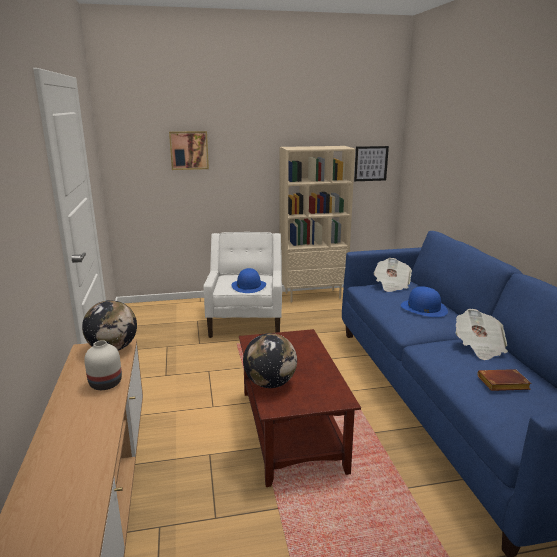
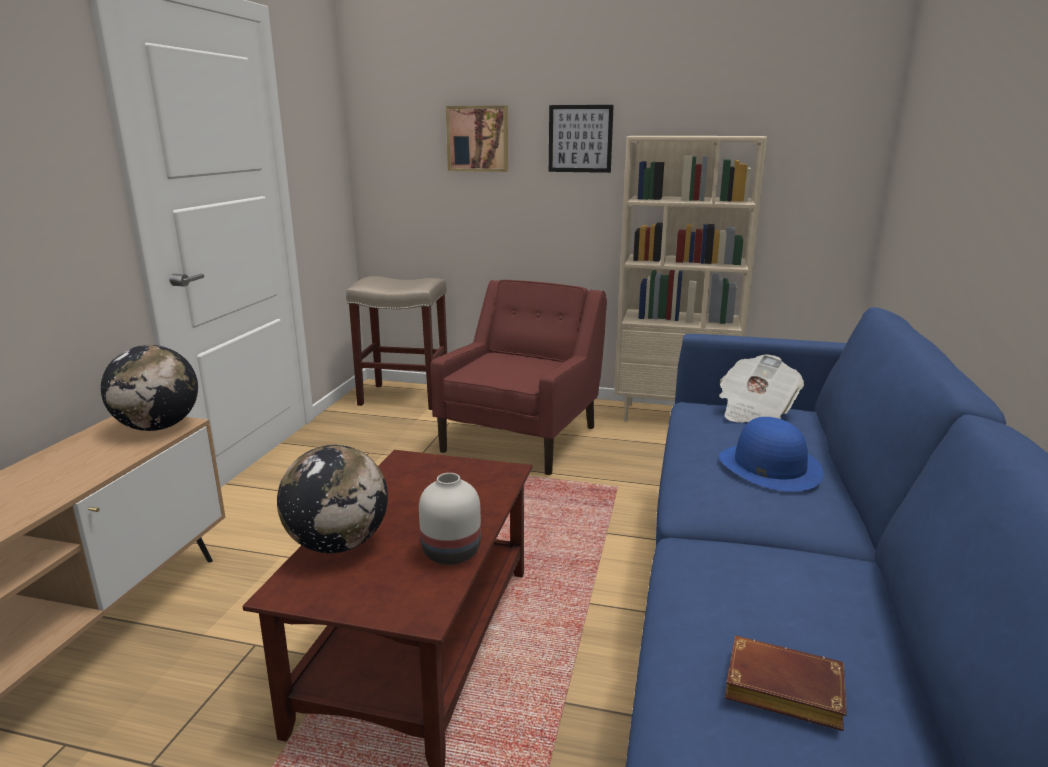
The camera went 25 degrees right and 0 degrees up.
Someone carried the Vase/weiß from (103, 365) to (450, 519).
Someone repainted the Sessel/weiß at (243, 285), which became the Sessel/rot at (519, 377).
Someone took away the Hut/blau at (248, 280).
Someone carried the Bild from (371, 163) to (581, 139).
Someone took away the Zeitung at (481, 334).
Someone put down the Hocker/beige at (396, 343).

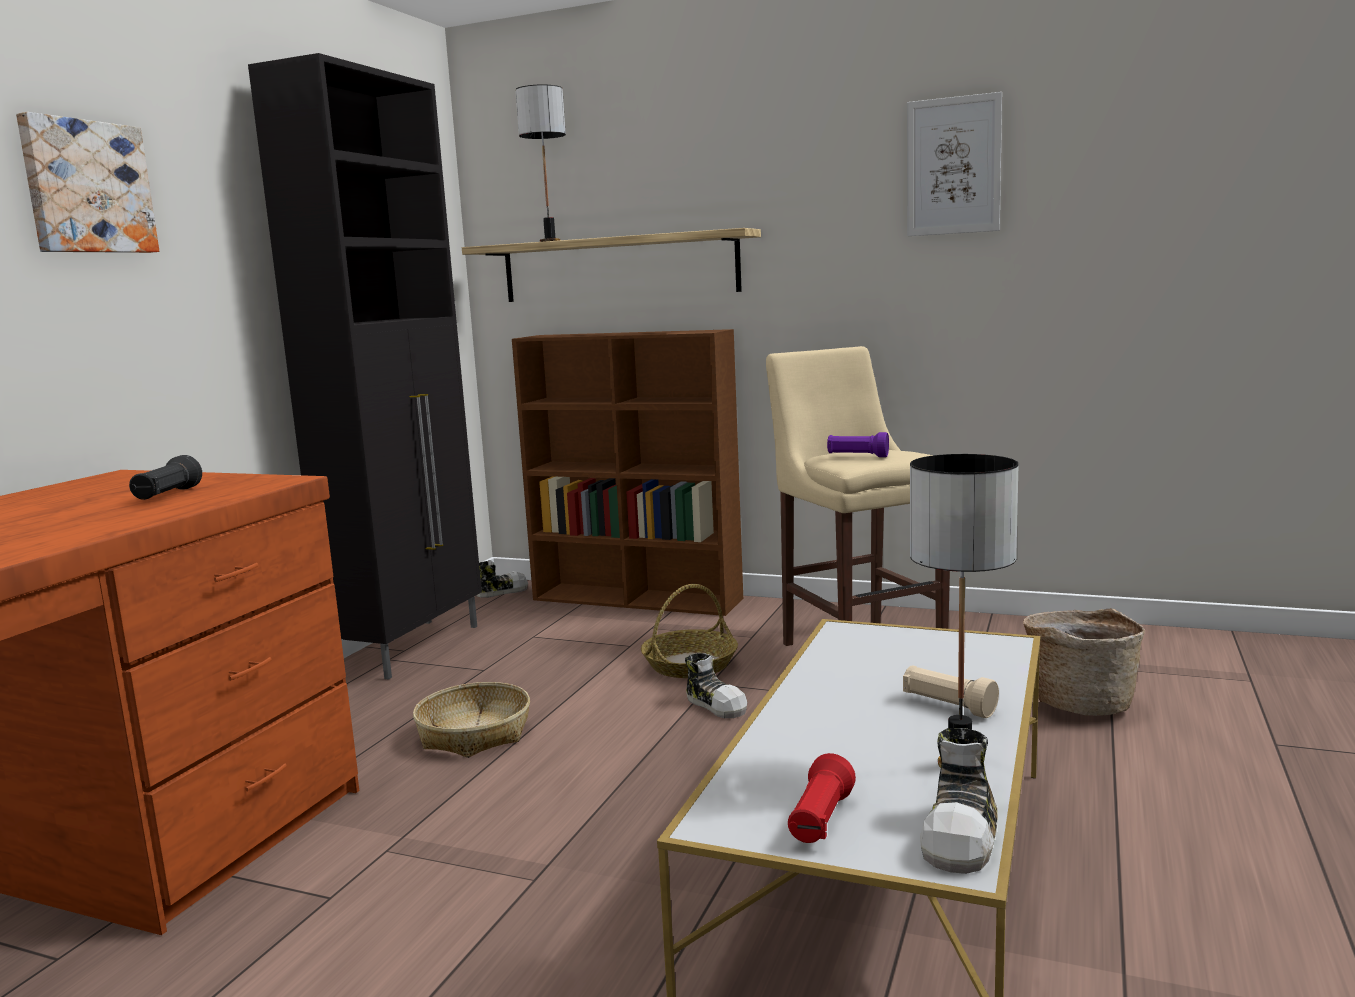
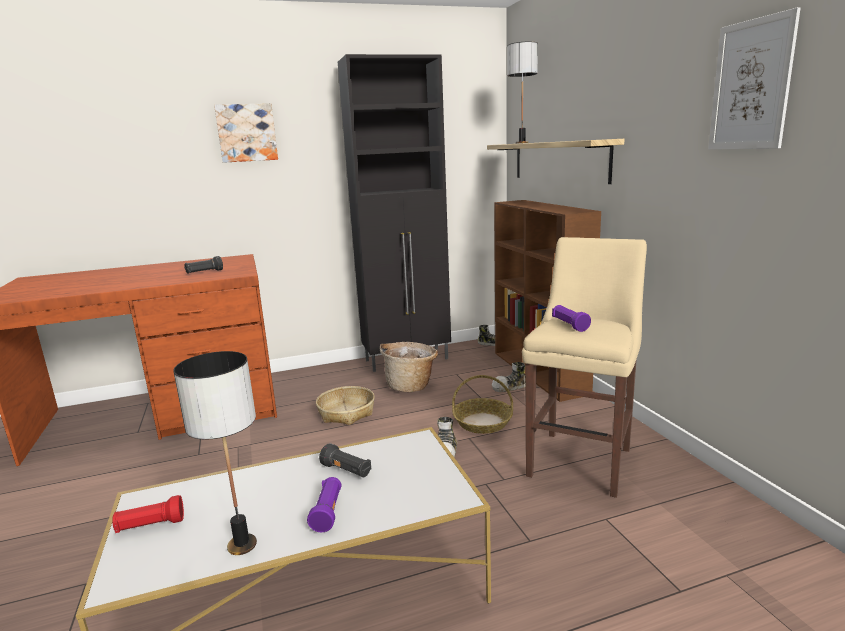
The camera went 50 degrees right and 5 degrees up.
Someone repainted the Taschenlampe/beige at (951, 691), which became the Taschenlampe/lila at (324, 504).
Someone carried the Schuh from (959, 801) to (509, 377).
Someone carried the Korb from (1084, 662) to (409, 367).
Someone put down the Taschenlampe/schwarz at (345, 460).

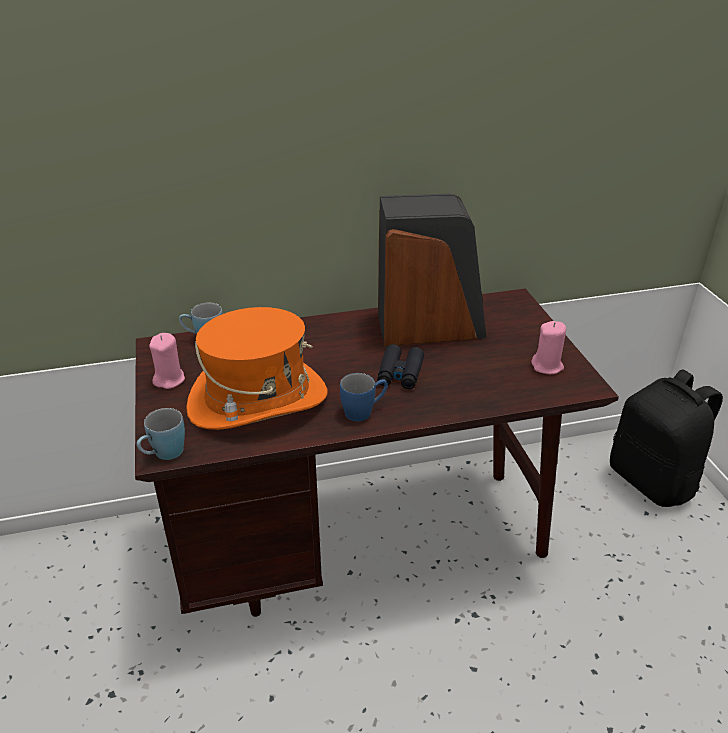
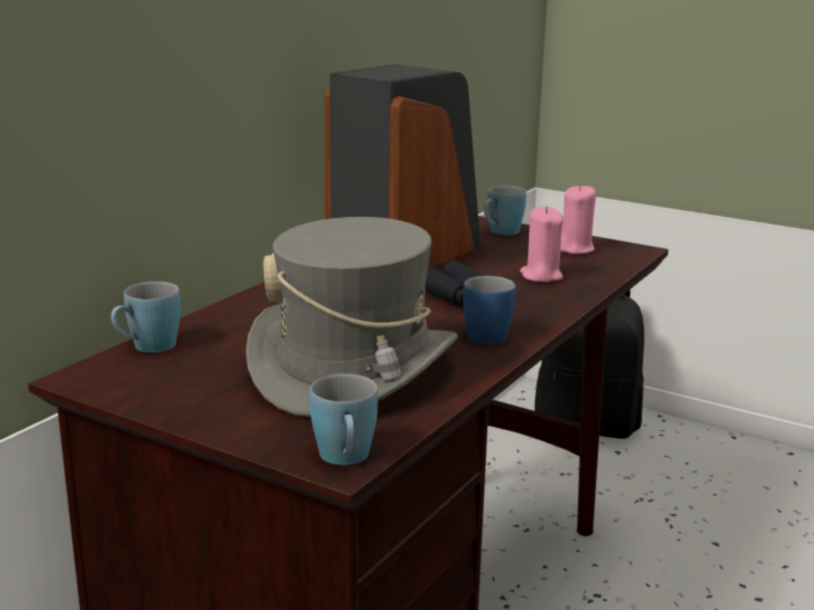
The camera went 45 degrees left and 15 degrees down.
Someone carried the Kerze/rosa from (167, 361) to (541, 244).
Someone repainted the Hut/orange at (256, 368), which became the Hut/grau at (352, 317).
Someone put down the Henkelbecher/blau at (505, 210).

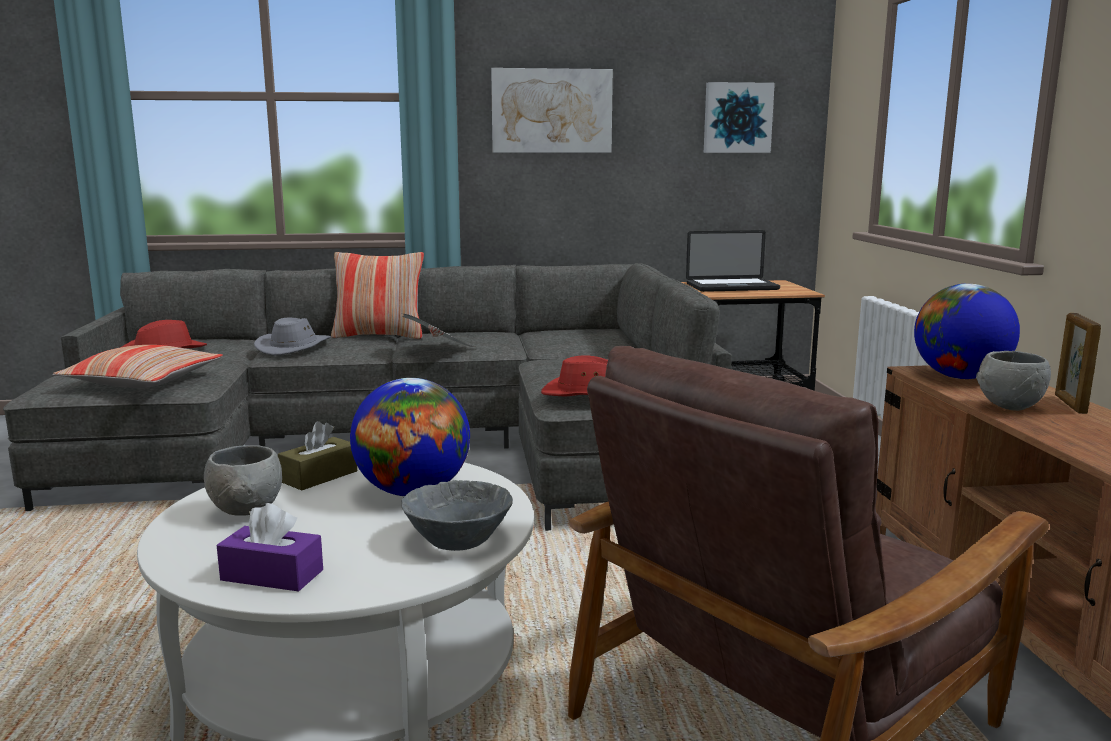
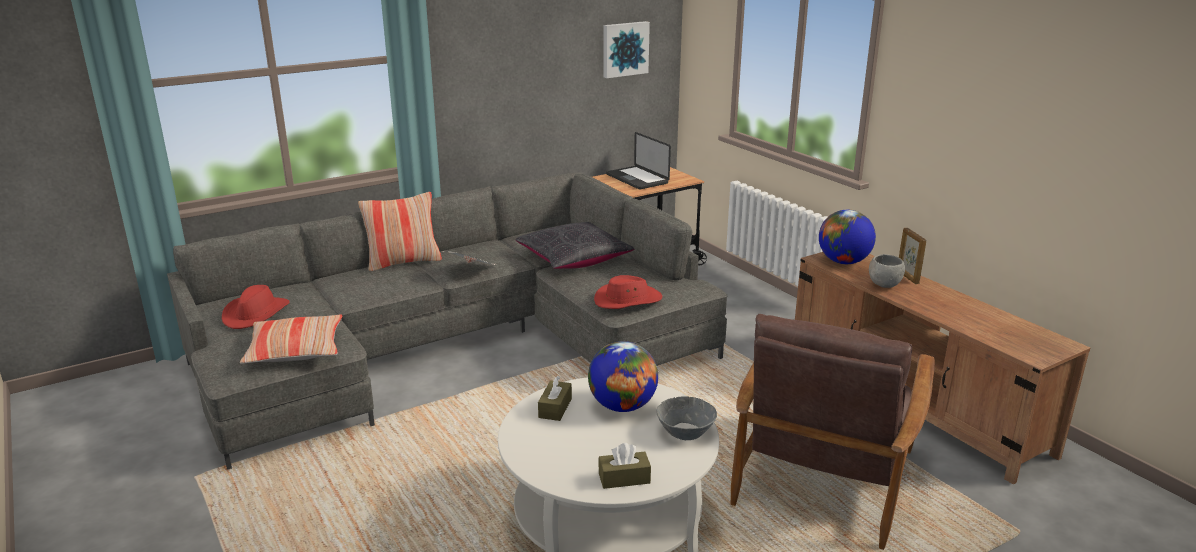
The camera went 25 degrees left and 10 degrees up.
Someone took away the Schüssel/grau at (243, 480).
Someone repainted the Taschentuchbox/lila at (270, 547), which became the Taschentuchbox/braun at (624, 466).
Someone took away the Hut/grau at (292, 336).
Someone took away the Bild at (552, 110).
Someone rotated the Laptop at (733, 261) by 90 degrees clockwise.
Someone put down the Kissen/schwarz at (574, 245).

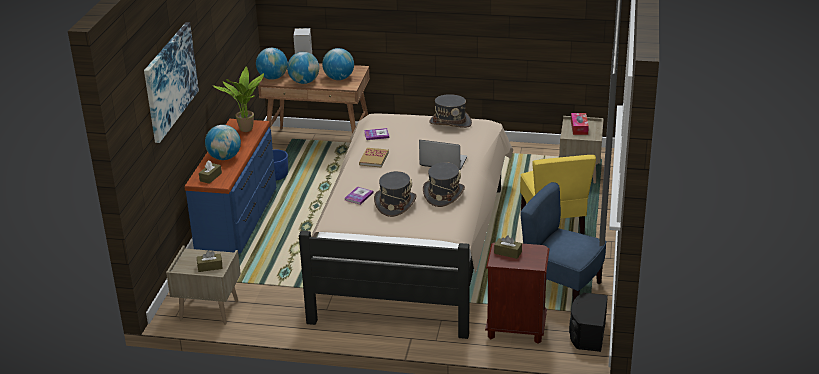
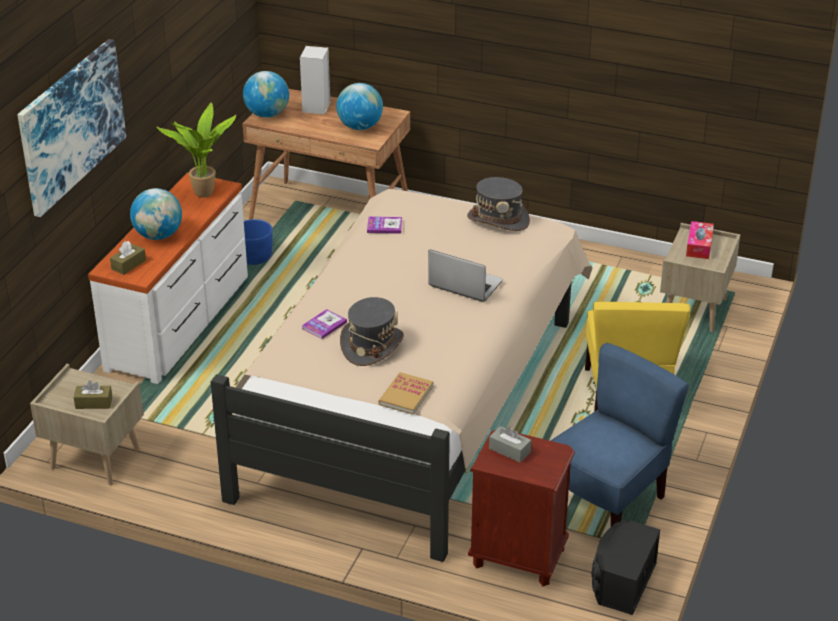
The camera went 10 degrees right and 5 degrees up.
Someone repainted the Kommode/blau at (230, 186), which became the Kommode/weiß at (168, 278).
Someone took away the Globus at (303, 68).
Someone carried the Buch from (374, 157) to (406, 393).
Someone took away the Hut/grau at (444, 184).
Someone repainted the Taschentuchbox/braun at (508, 247), which became the Taschentuchbox/grau at (510, 444).
Someone rotated the Stuhl/blau at (563, 242) by 90 degrees clockwise.

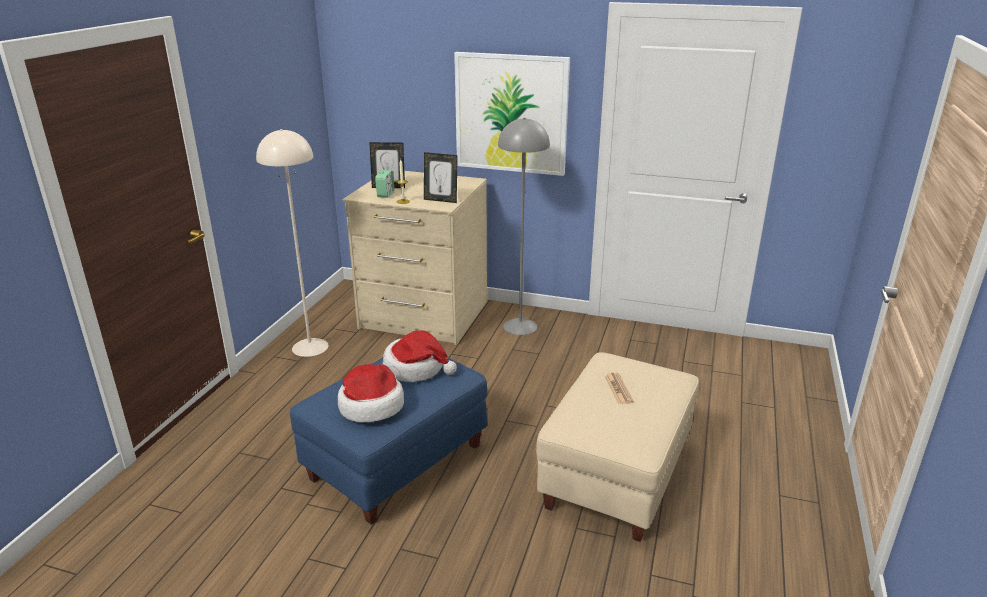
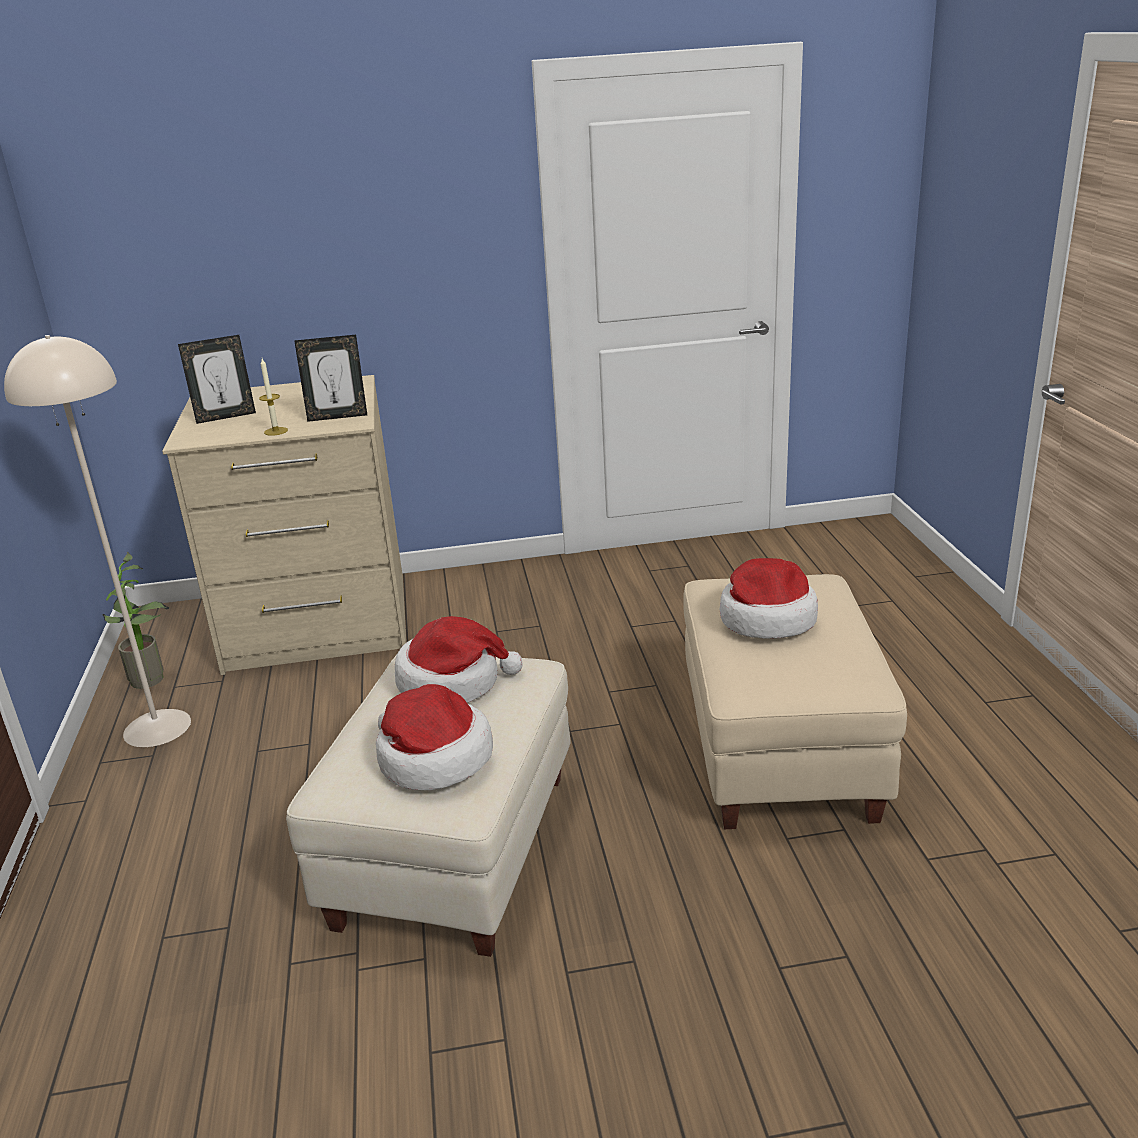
The camera went 25 degrees left and 0 degrees up.
Someone repainted the Polsterhocker/blau at (388, 440), which became the Polsterhocker/beige at (428, 806).
Someone took away the Wecker at (385, 184).
Someone took away the Bild at (512, 114).
Someone took away the Stehlampe/grau at (524, 226).
Someone swapped the Zeitung at (619, 388) for the Hut at (769, 598).
Someone put down the Topfpflanze at (136, 617).

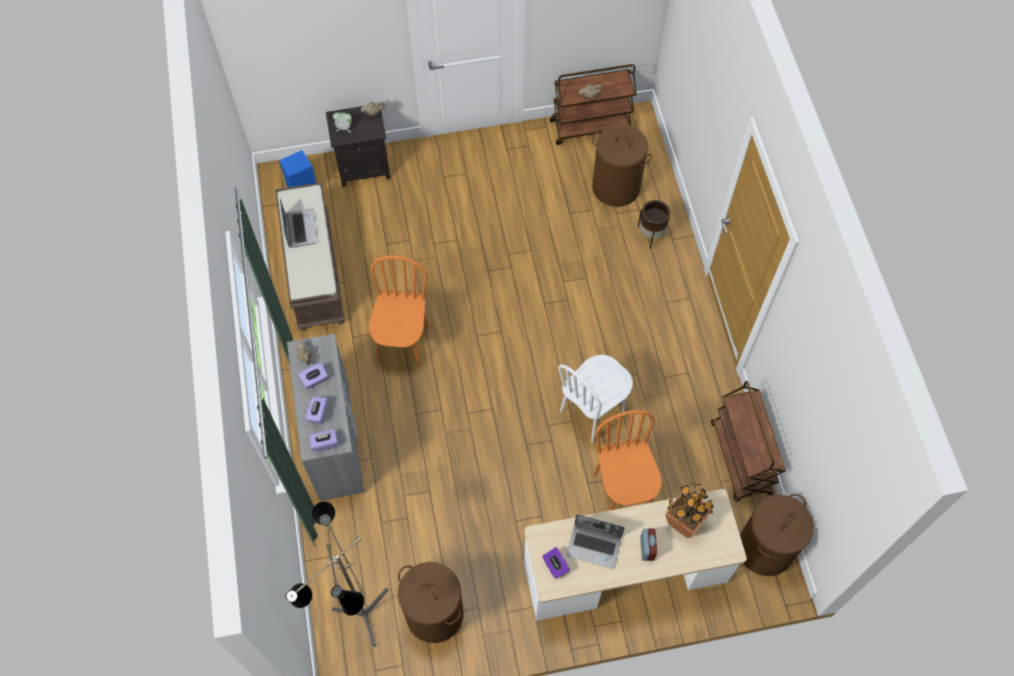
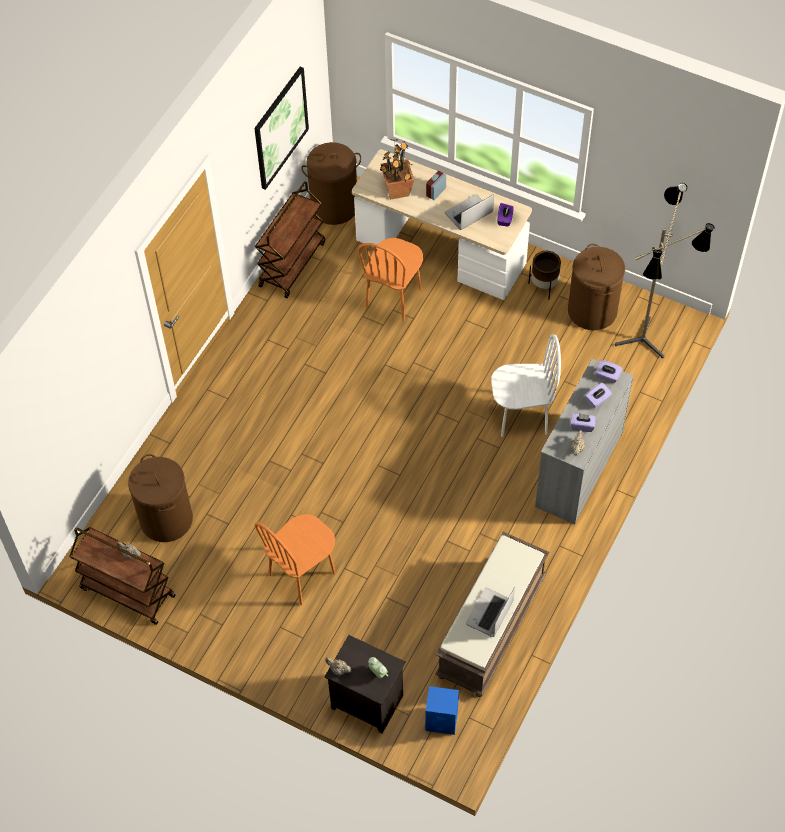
The camera went 140 degrees left and 5 degrees down.
Someone carried the Stuhl/orange from (399, 311) to (295, 559).
Someone carried the Stuhl/weiß from (595, 399) to (526, 385).
Someone rotated the Laptop at (596, 541) by 90 degrees counterclockwise.
Someone carried the Pflanzkübel/braun from (654, 224) to (544, 275).
Someone put up the Bild at (281, 128).

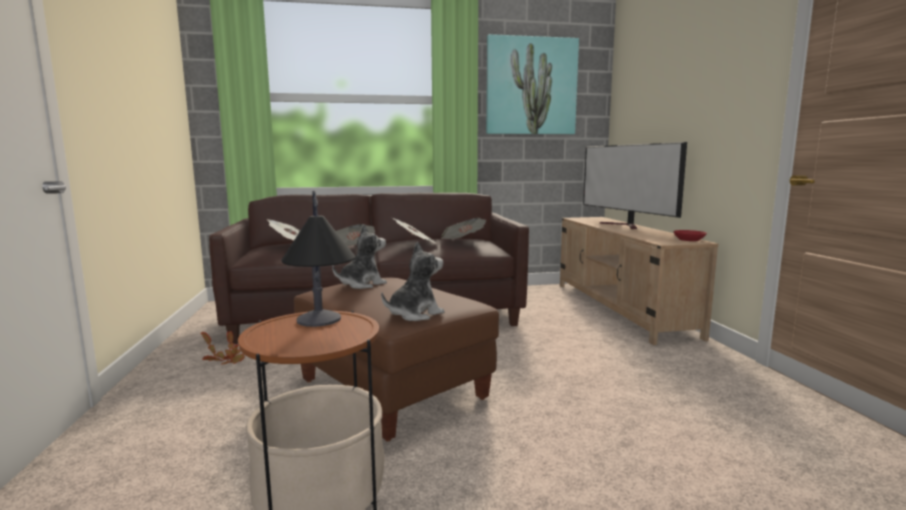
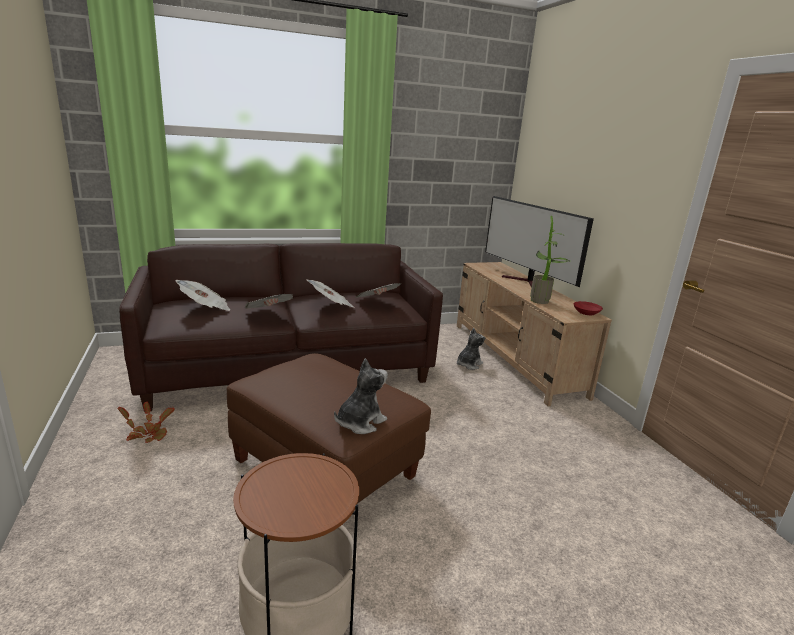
The camera went 10 degrees left and 10 degrees up.
Someone took away the Tischlampe at (318, 259).
Someone carried the Plüschtier from (359, 256) to (471, 349).
Someone took away the Bild at (532, 84).
Someone put down the Topfpflanze at (550, 259).

